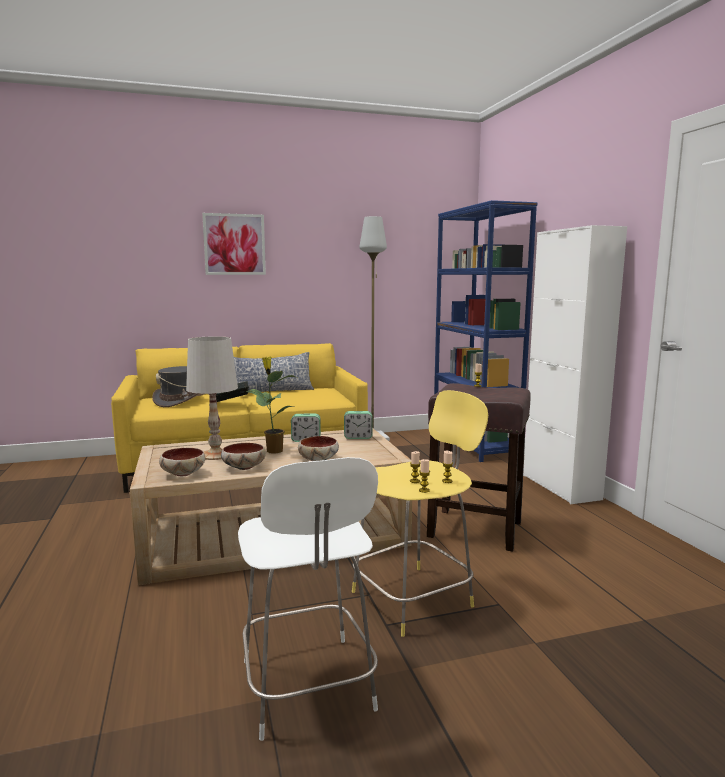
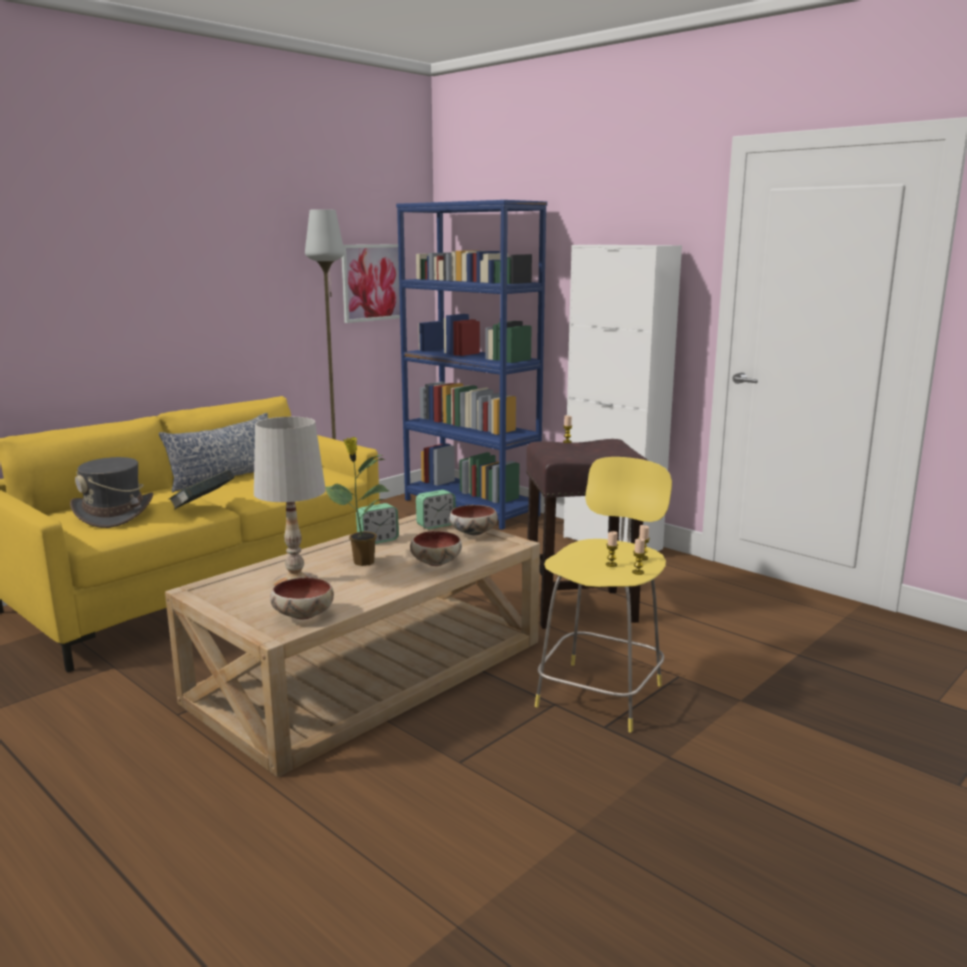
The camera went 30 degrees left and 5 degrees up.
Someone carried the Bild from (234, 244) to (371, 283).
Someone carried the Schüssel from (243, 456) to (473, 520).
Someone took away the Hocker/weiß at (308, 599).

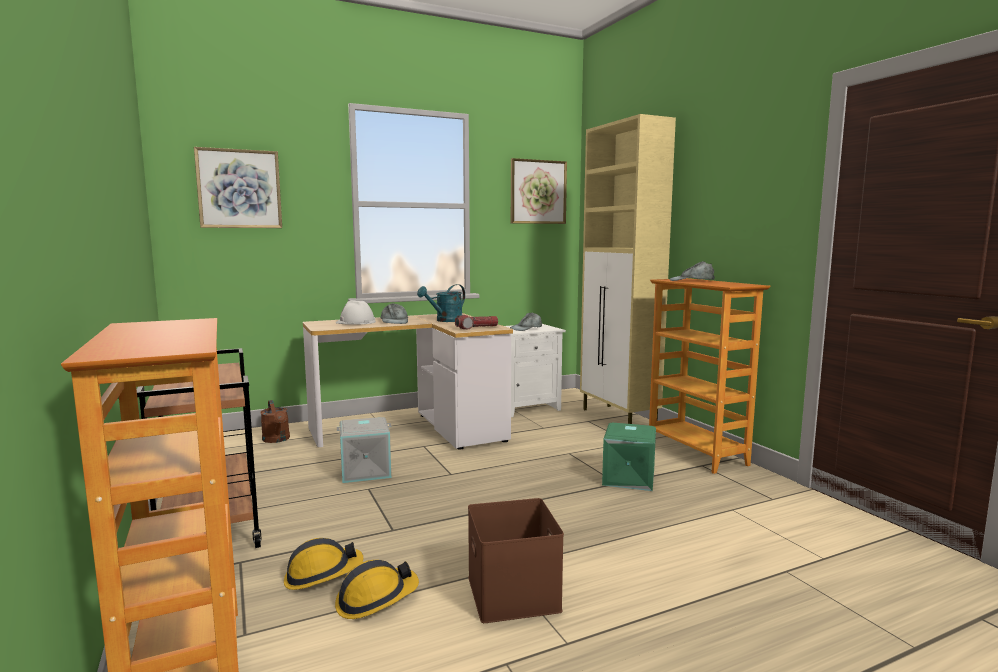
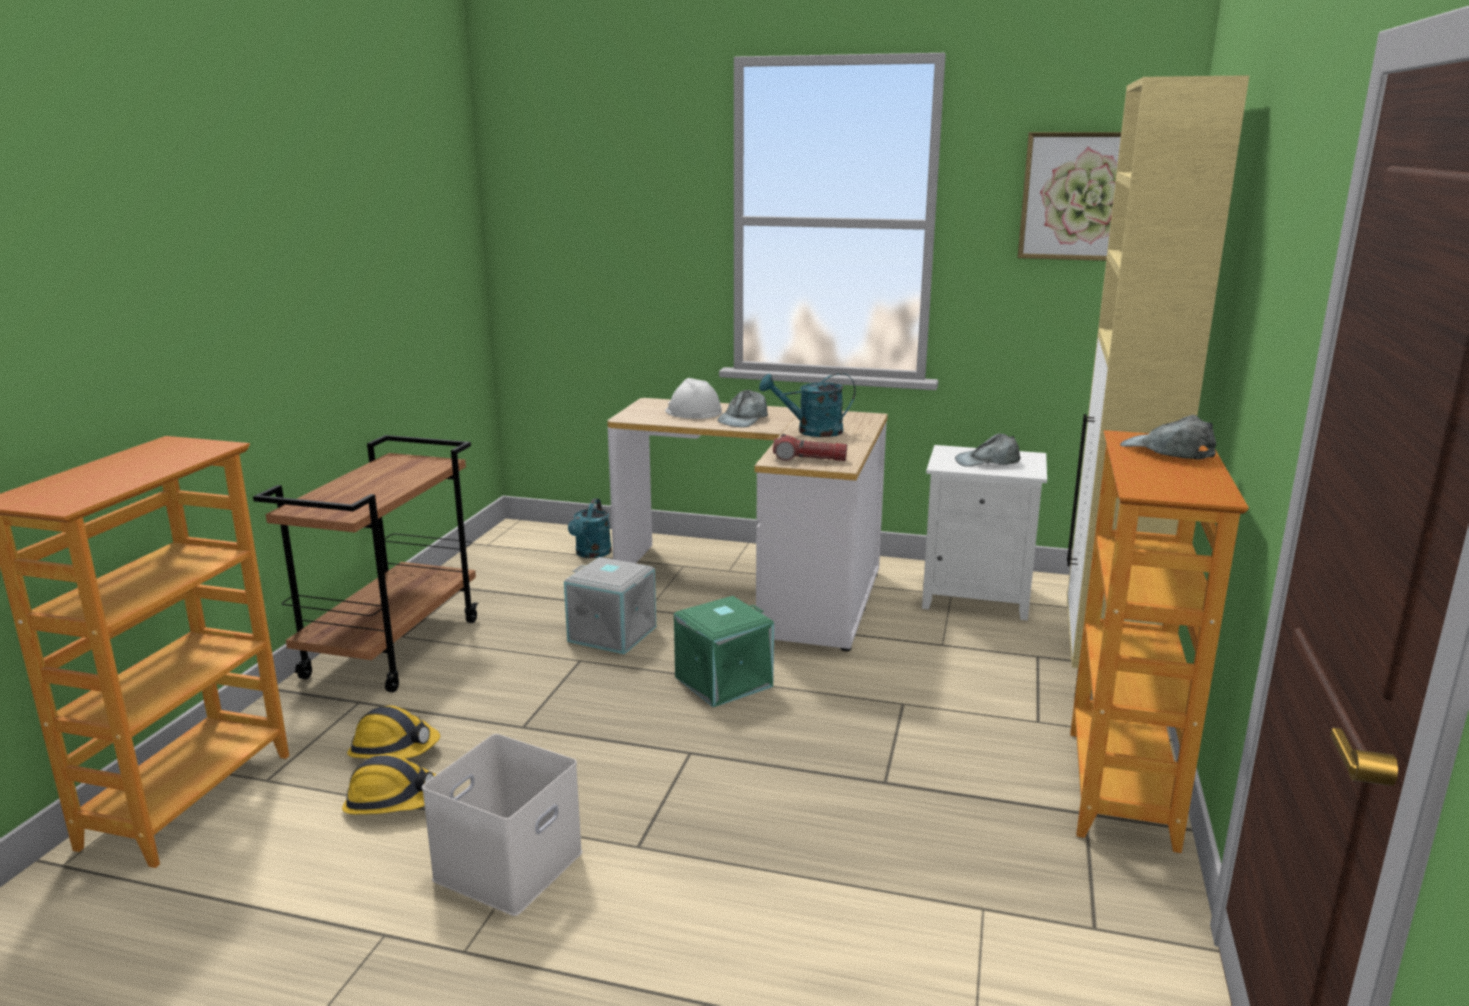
The camera went 40 degrees right and 10 degrees up.
Someone took away the Bild at (238, 187).
Someone repainted the Gießkanne/braun at (275, 421), which became the Gießkanne/türkis at (590, 528).
Someone repainted the Aufbewahrungsbox/braun at (516, 560), which became the Aufbewahrungsbox/weiß at (502, 825).
Someone carried the Aufbewahrungsbox/grün from (629, 456) to (724, 651).

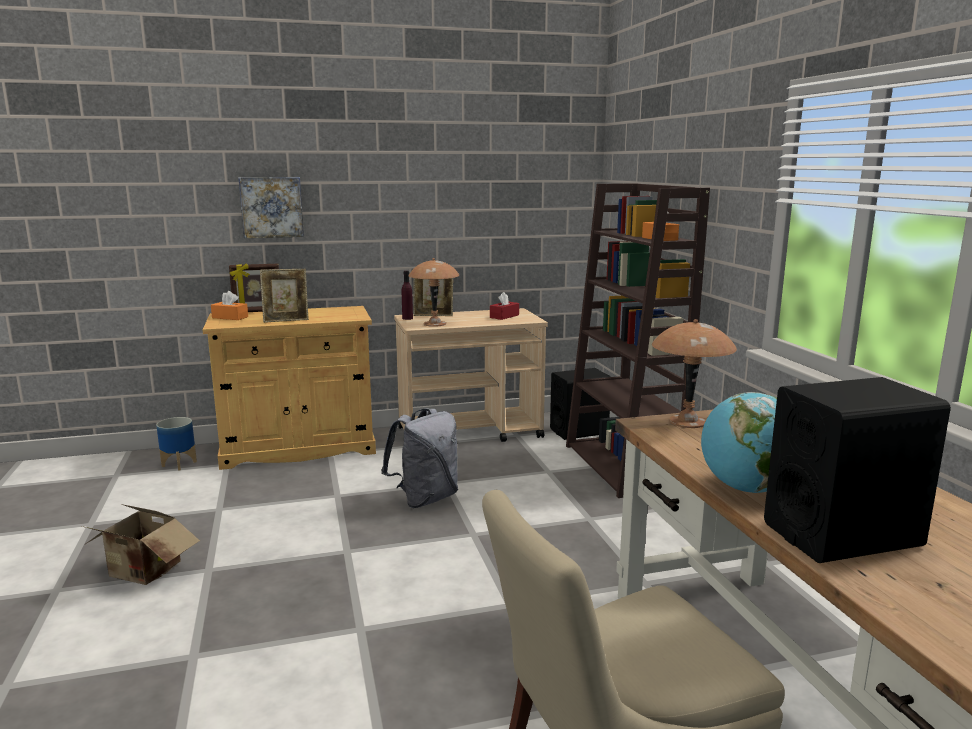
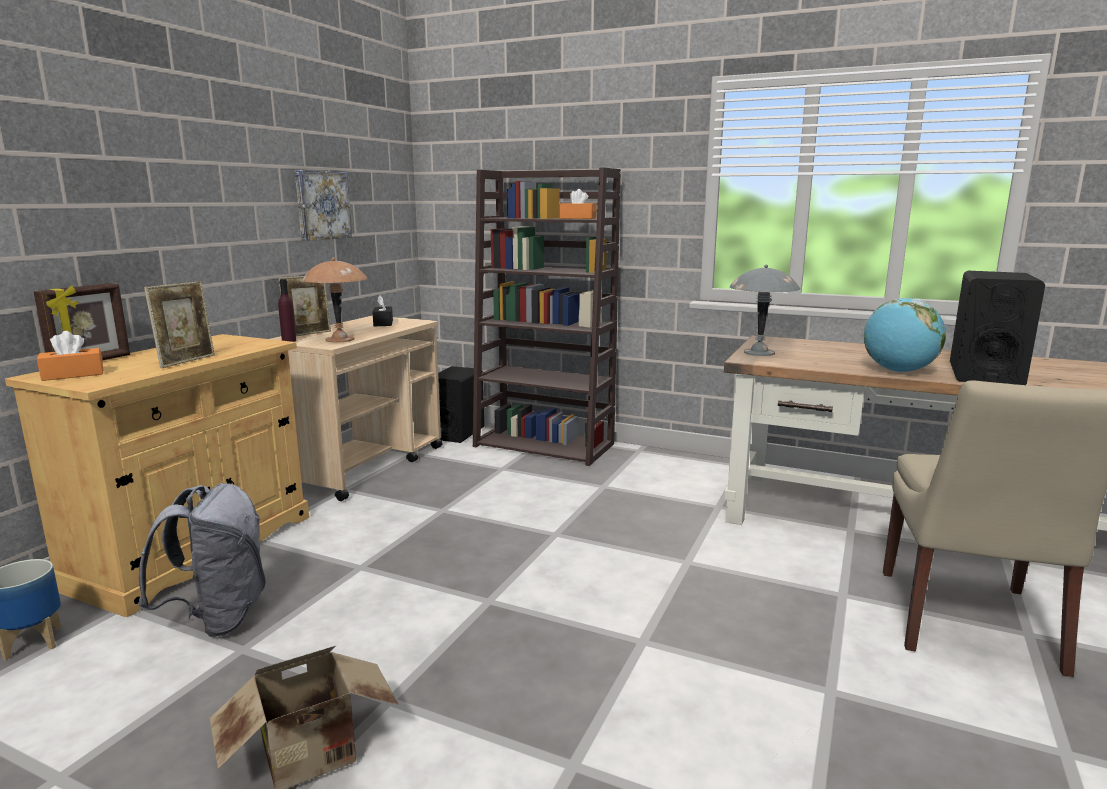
The camera went 50 degrees left and 0 degrees up.
Someone carried the Bild from (271, 207) to (323, 205).
Someone carried the Rucksack/grau from (419, 458) to (202, 560).
Someone repainted the Taschentuchbox/rot at (504, 306), which became the Taschentuchbox/schwarz at (382, 310).
Someone repainted the Tischlampe/braun at (694, 373), which became the Tischlampe/grau at (765, 310).

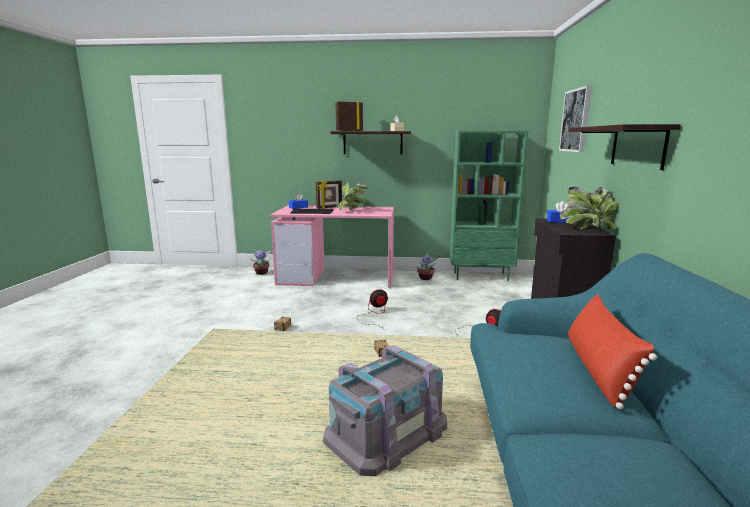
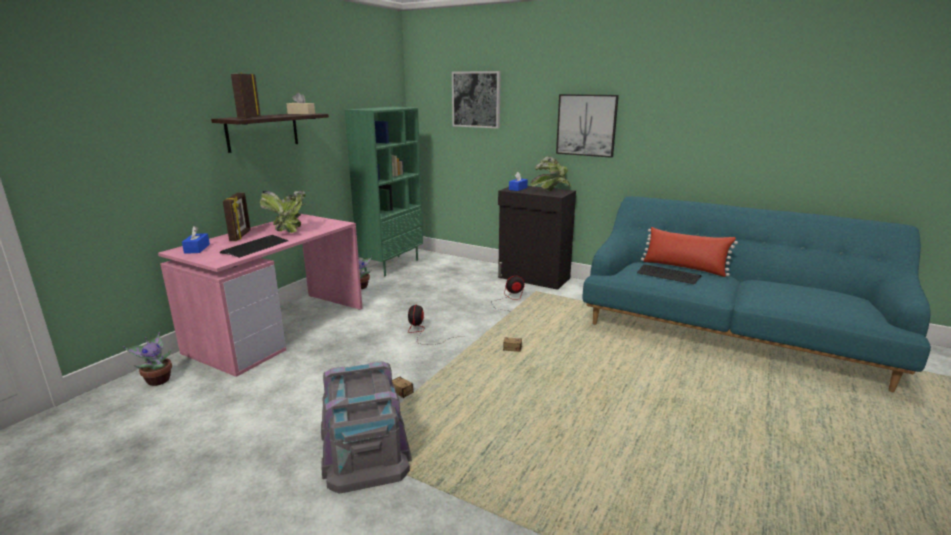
The camera went 65 degrees left and 5 degrees up.
Someone carried the Aufbewahrungsbox/grau from (385, 410) to (366, 427).
Someone swapped the Wandregal at (624, 147) for the Bild at (587, 126).
Someone put down the Tastatur at (669, 274).

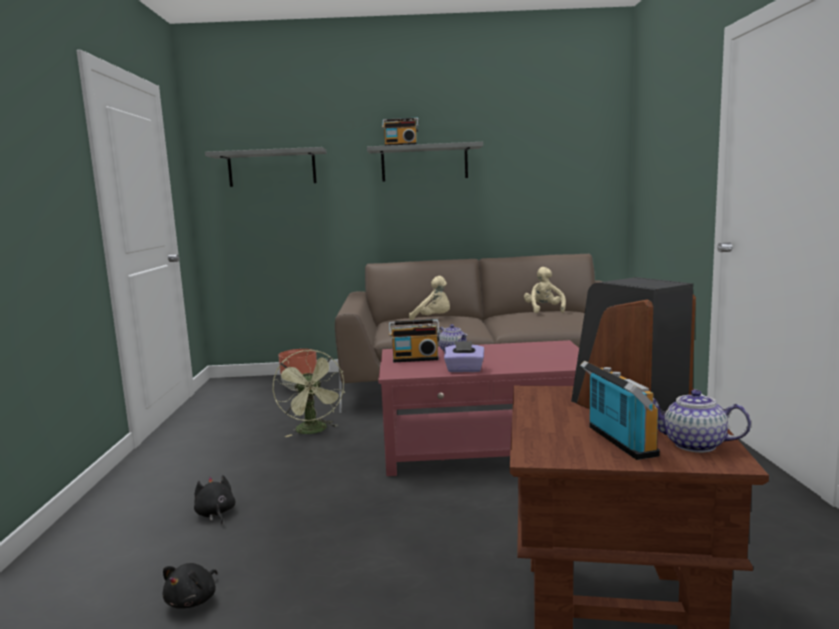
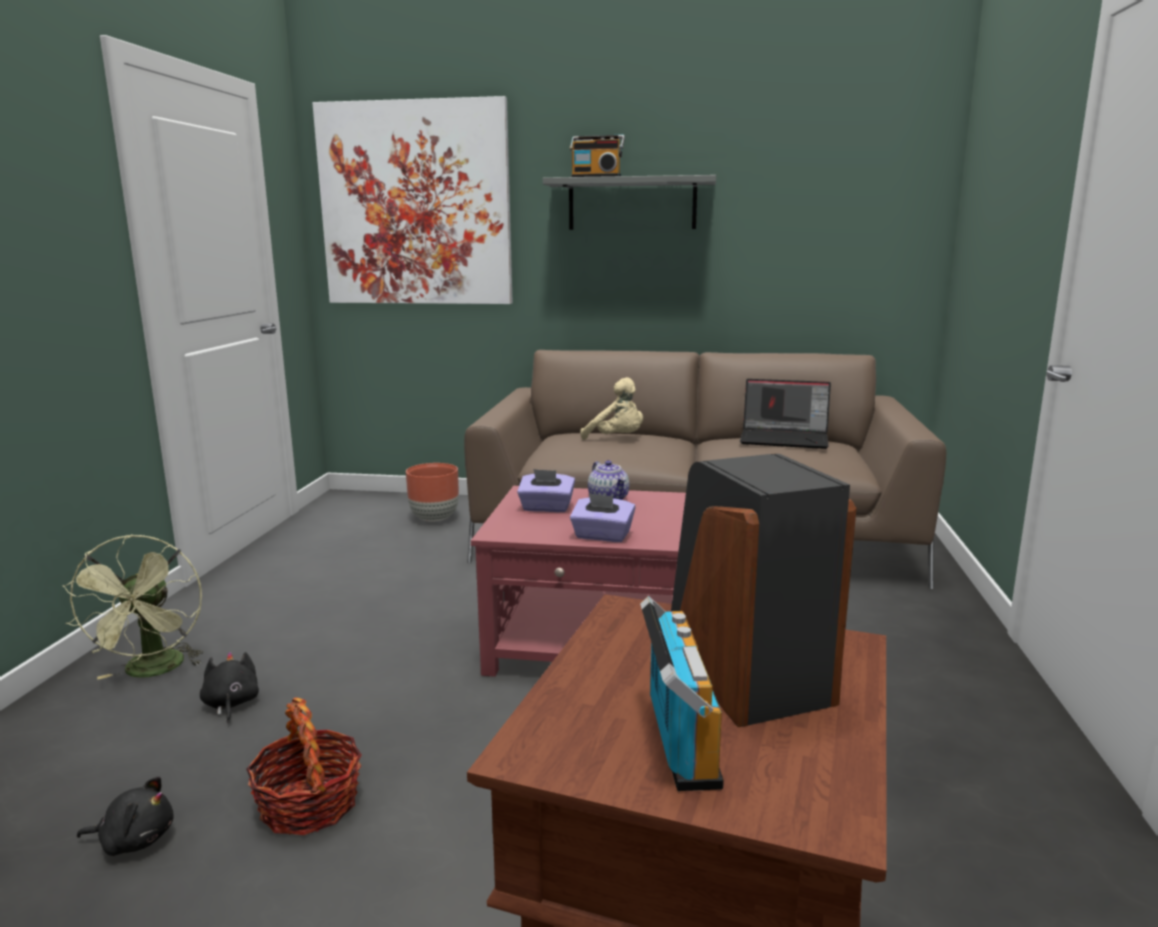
The camera went 10 degrees right and 5 degrees up.
Someone rotated the Plüschtier/schwarz at (189, 586) by 120 degrees counterclockwise.
Someone swapped the Wandregal/grau at (266, 167) for the Bild at (412, 200).
Someone carried the Ventilator/grün from (309, 393) to (132, 607).
Someone swapped the Radio at (414, 341) for the Taschentuchbox/lila at (546, 490).
Someone swapped the Plüschtier/beige at (545, 290) for the Laptop at (785, 414).
Someone took away the Teekanne at (702, 421).
Someone put down the Korb at (304, 766).

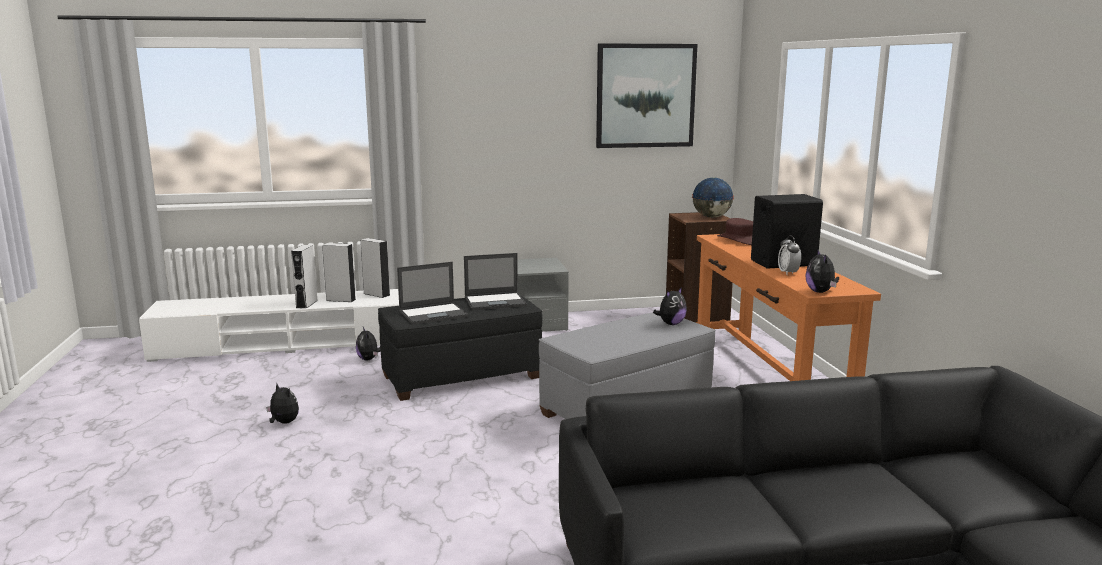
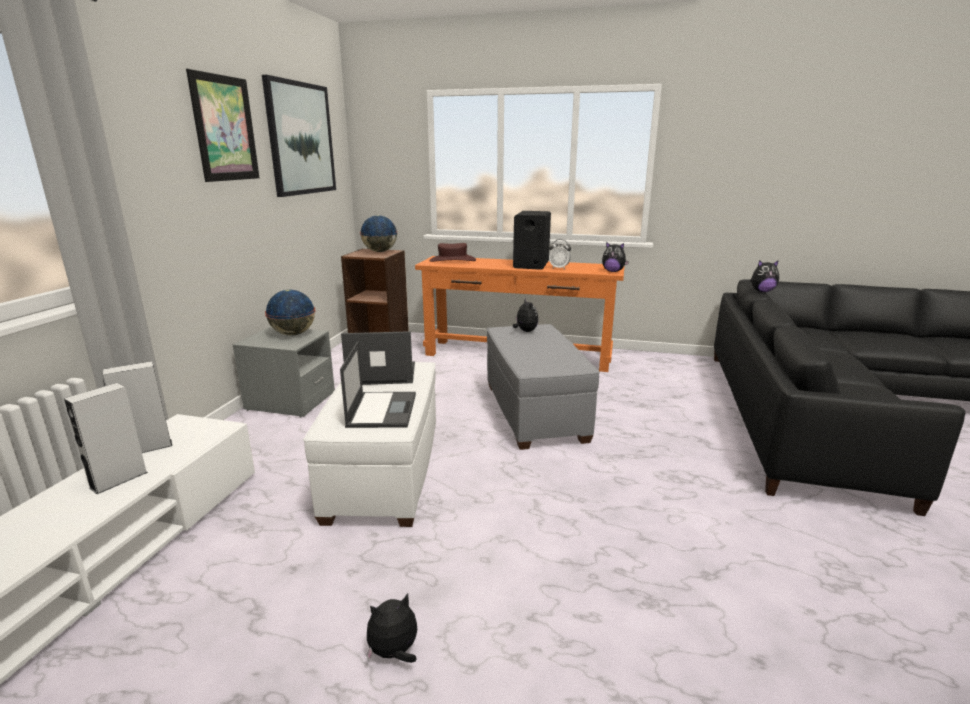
The camera went 65 degrees left and 5 degrees up.
Someone took away the Lautsprecher/grau at (304, 277).
Someone carried the Plüschtier from (368, 344) to (764, 276).
Someone repainted the Polsterhocker/schwarz at (460, 348), which became the Polsterhocker/weiß at (369, 444).
Someone rotated the Laptop at (495, 281) by 105 degrees counterclockwise.
Someone put up the Bild at (223, 125).
Someone put down the Globus at (290, 313).

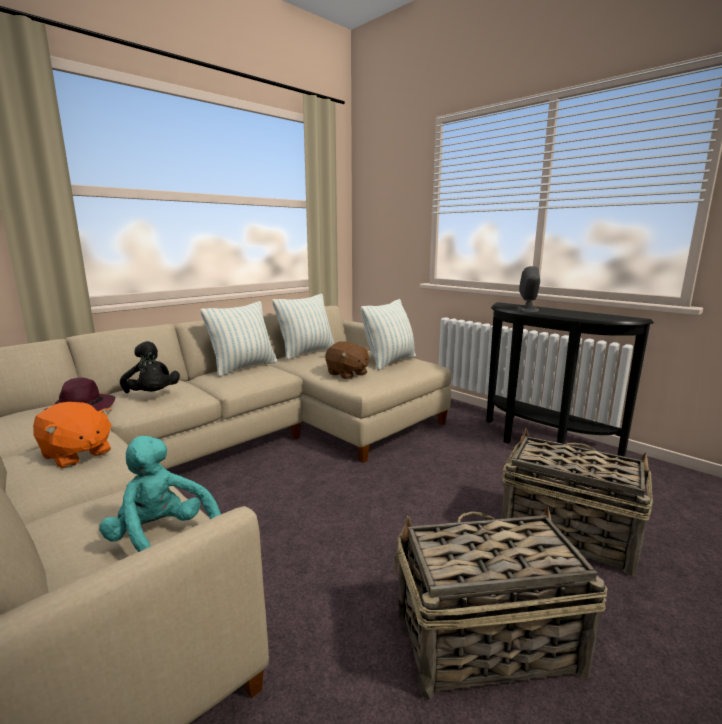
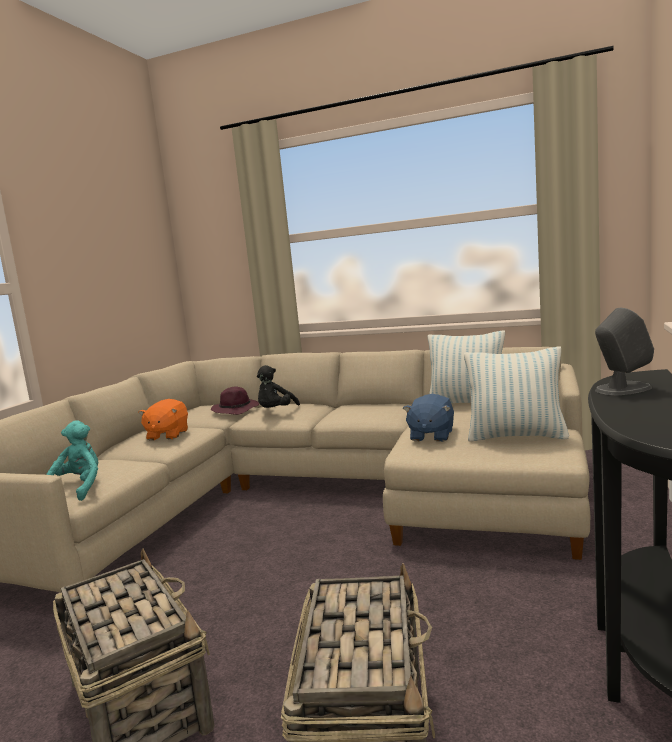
The camera went 65 degrees right and 5 degrees down.
Someone took away the Kissen at (238, 339).
Someone repainted the Plüschtier/braun at (347, 360), which became the Plüschtier/blau at (428, 418).

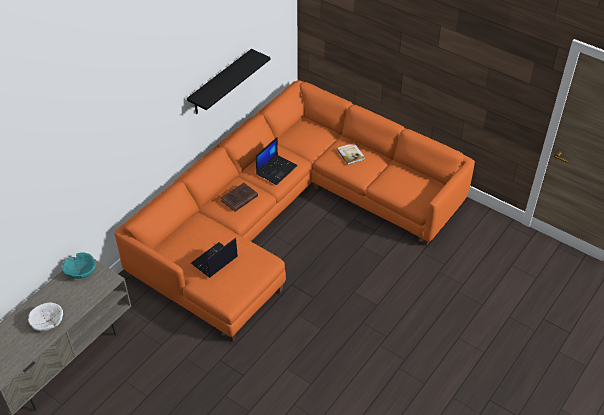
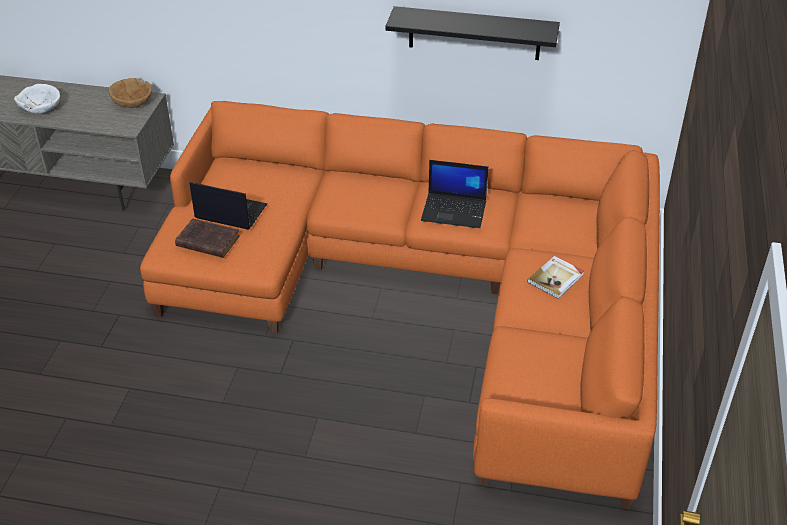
The camera went 65 degrees right and 5 degrees down.
Someone repainted the Schüssel/türkis at (79, 265), which became the Schüssel/braun at (130, 93).
Someone carried the Buch/braun from (239, 197) to (207, 238).

